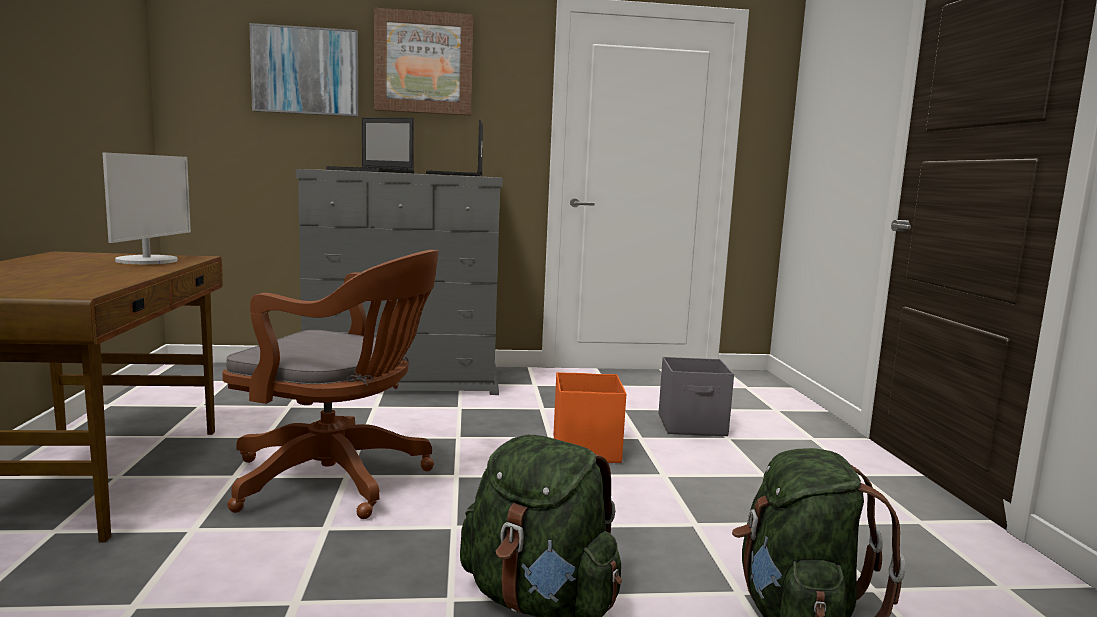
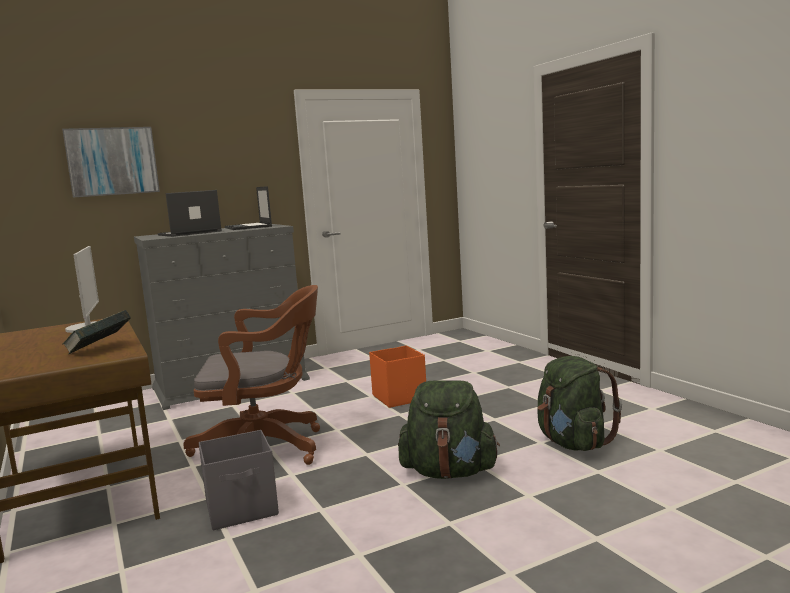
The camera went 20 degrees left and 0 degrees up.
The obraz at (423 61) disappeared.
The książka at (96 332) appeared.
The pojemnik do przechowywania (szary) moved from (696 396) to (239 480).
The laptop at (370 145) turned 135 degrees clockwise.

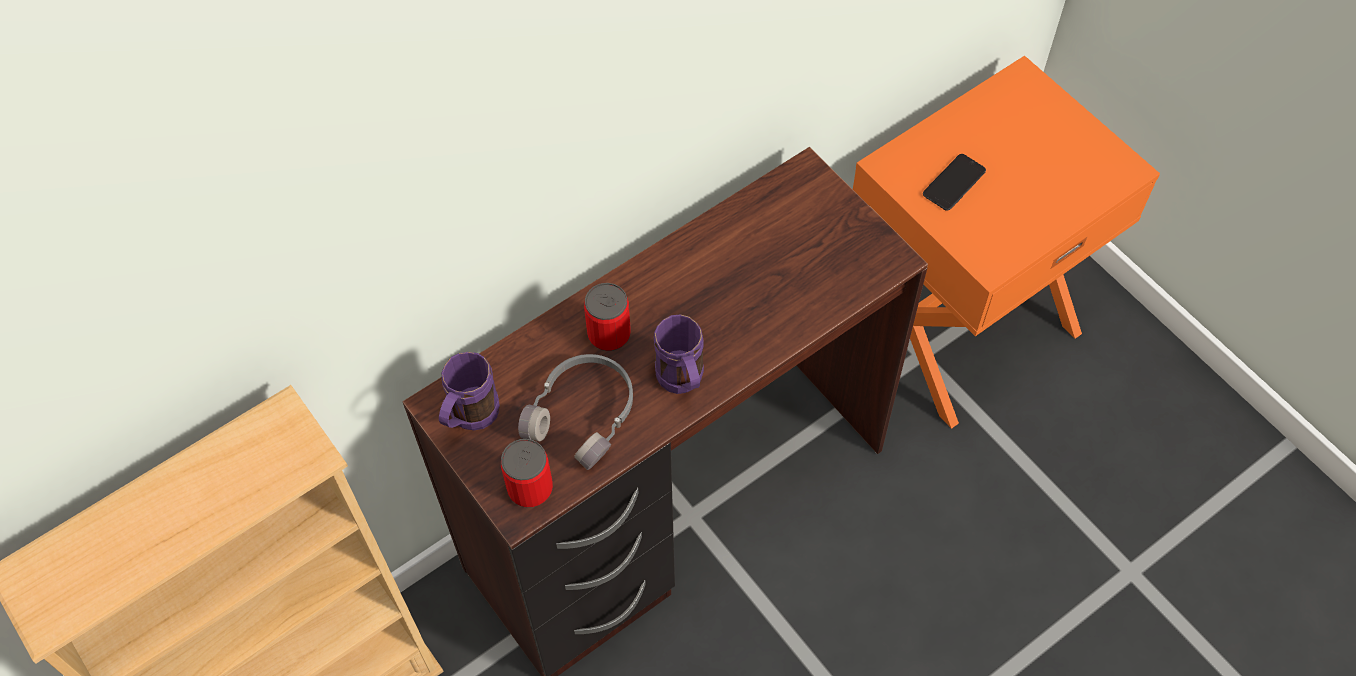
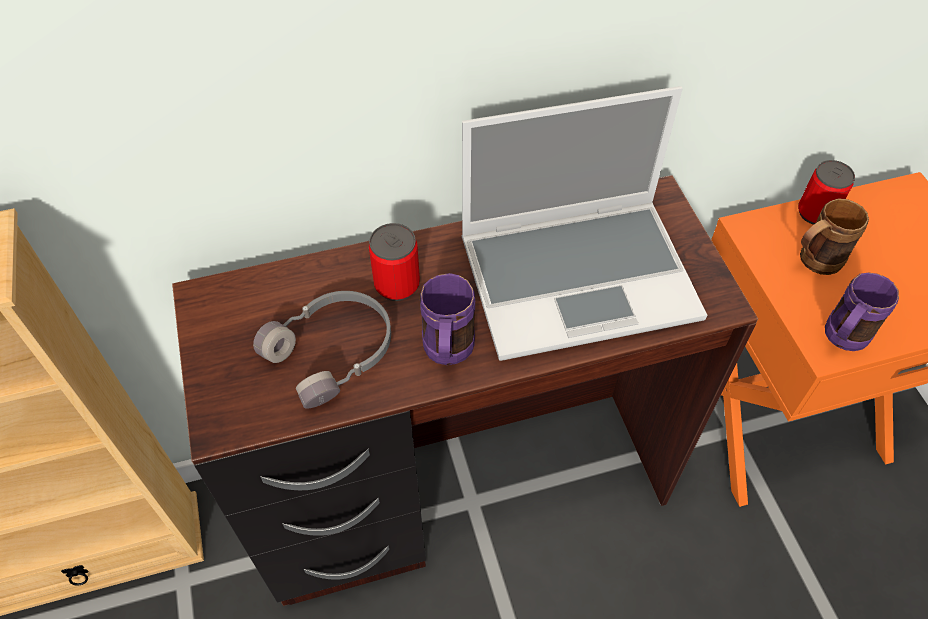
The camera went 20 degrees right and 5 degrees down.
The laptop at (584 223) appeared.
The kubek (fioletowy) moved from (469 391) to (862 312).
The puszka moved from (527 473) to (826 192).
The telefon at (954 182) was replaced by the kubek (brązowy) at (834 236).

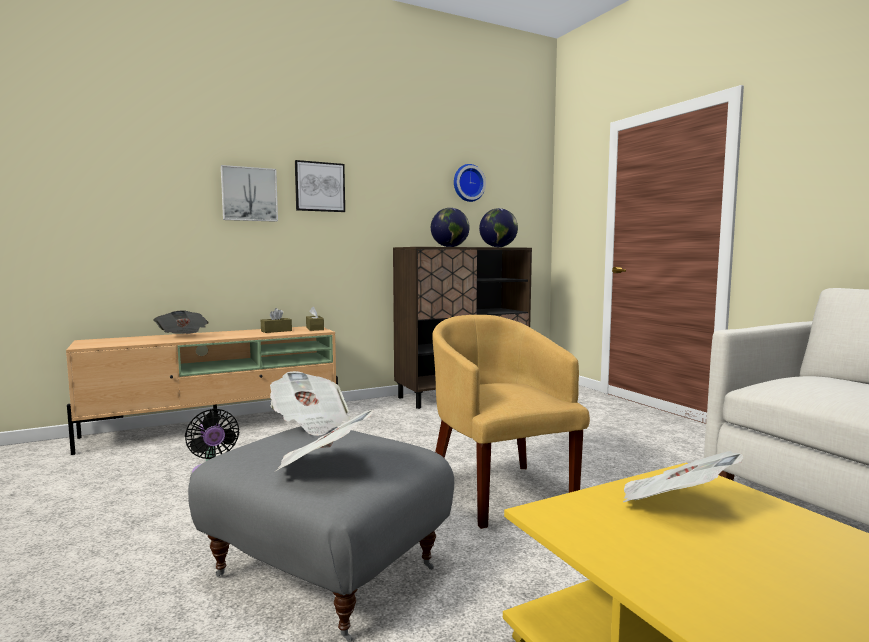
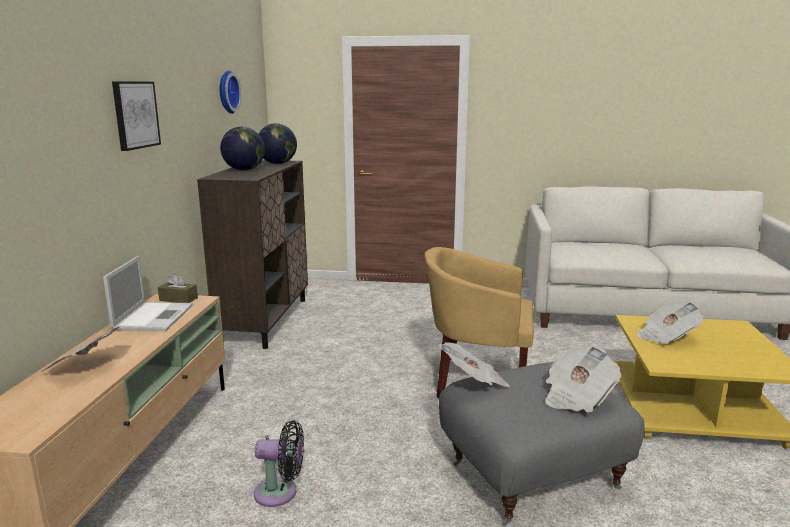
The camera went 55 degrees left and 10 degrees up.
The obraz at (249 193) disappeared.
The pudełko chusteczek (brązowy) at (276 320) was replaced by the laptop at (148 293).

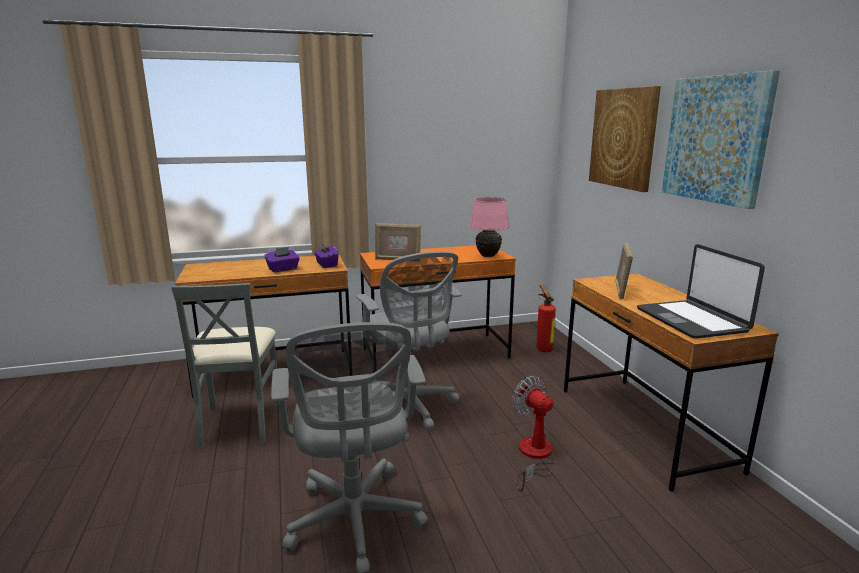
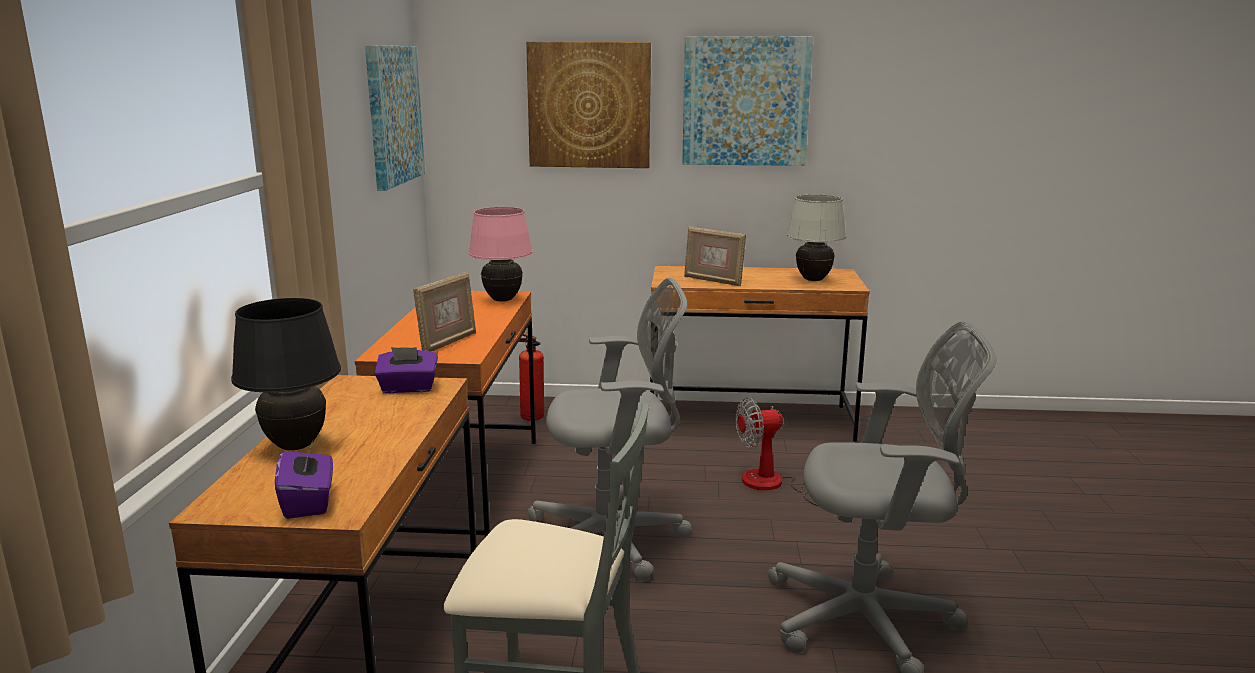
The camera went 70 degrees left and 0 degrees up.
The lampa stołowa (czarny) at (286 374) appeared.
The obraz at (395 118) appeared.
The pudełko chusteczek (fioletowy) moved from (282 259) to (304 479).
The laptop at (701 291) was replaced by the lampa stołowa (biały) at (816 238).

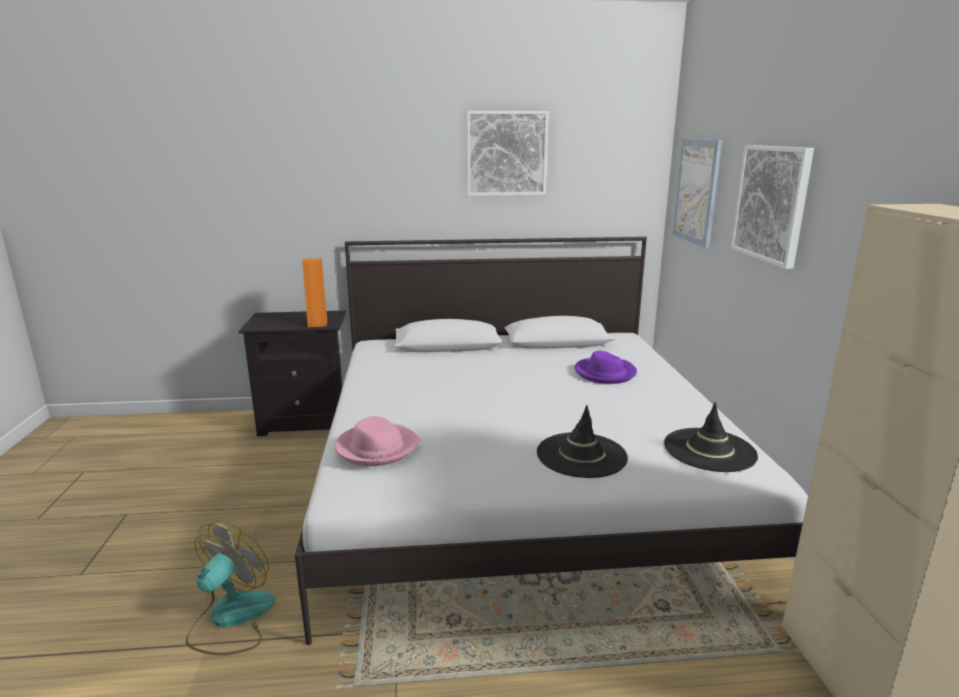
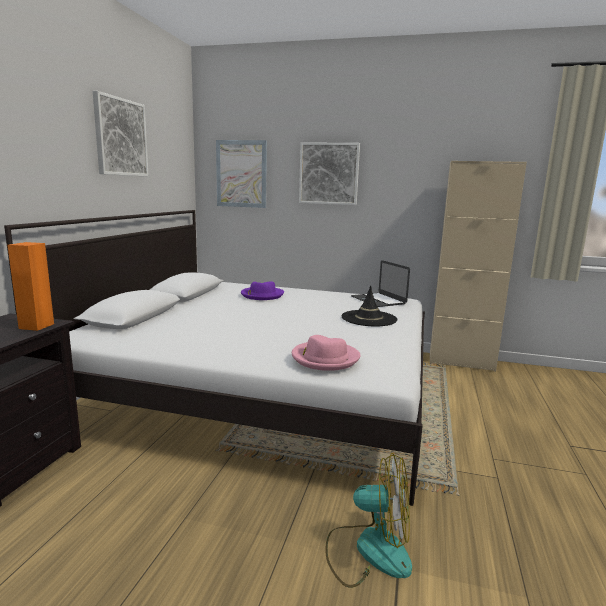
The camera went 70 degrees left and 5 degrees down.
The kapelusz (czarny) at (711 437) was replaced by the laptop at (380 283).
The wentylator at (230 588) turned 150 degrees clockwise.

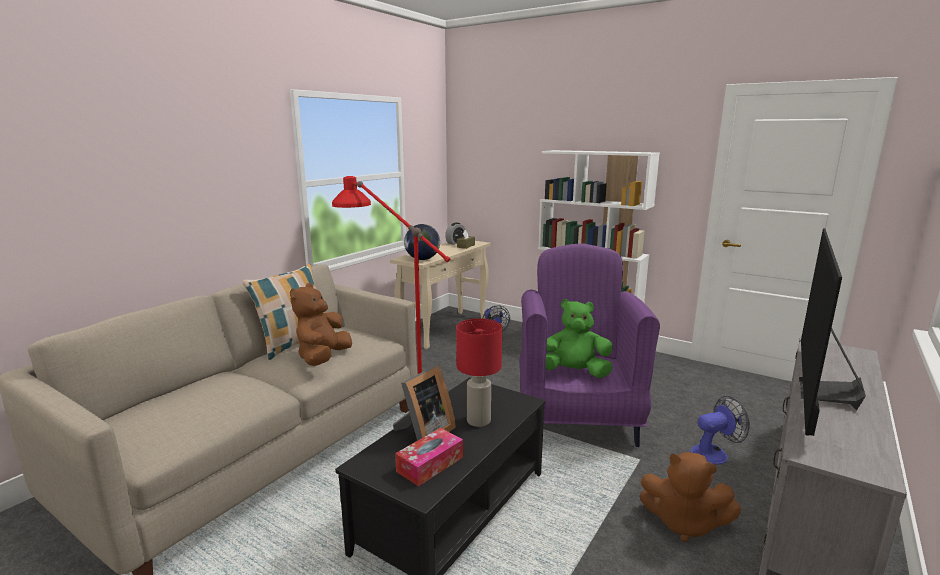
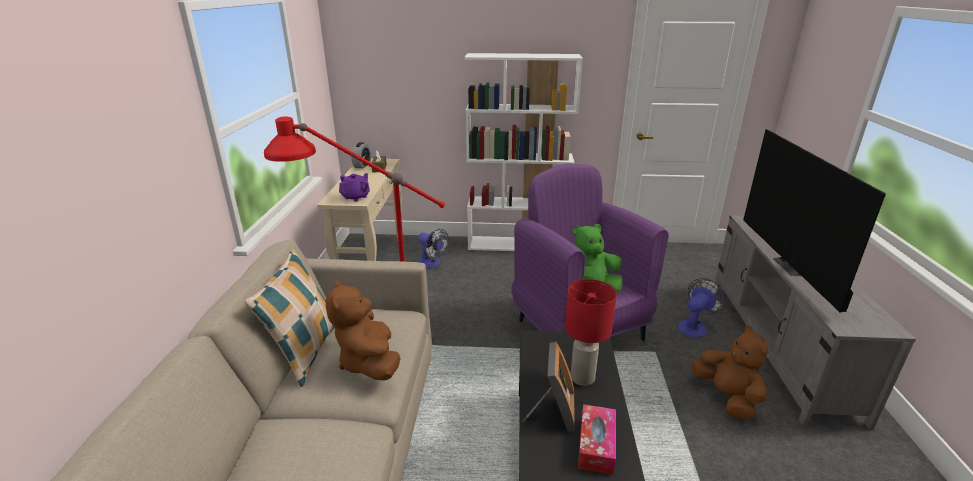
The camera went 30 degrees left and 10 degrees up.
The globus at (422 242) was replaced by the imbryk (fioletowy) at (354 187).
The pluszak (brązowy) at (690 497) turned 105 degrees counterclockwise.

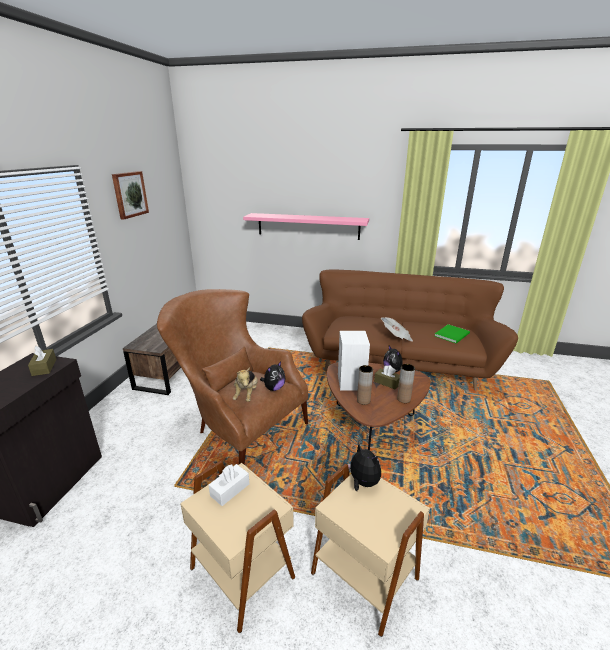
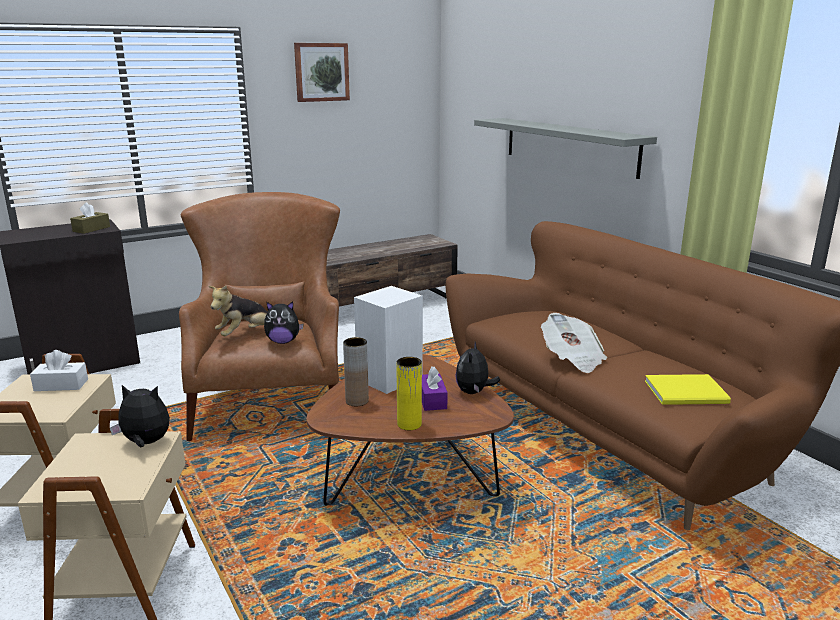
The camera went 45 degrees right and 5 degrees down.
The półka (różowy) at (306 226) became the półka (szary) at (565 148).
The pudełko chusteczek (brązowy) at (387 377) became the pudełko chusteczek (fioletowy) at (435 388).
The wazon (brązowy) at (406 383) became the wazon (żółty) at (409 393).
The książka (zielony) at (452 333) became the książka (żółty) at (688 389).
The pluszak at (364 467) turned 90 degrees counterclockwise.

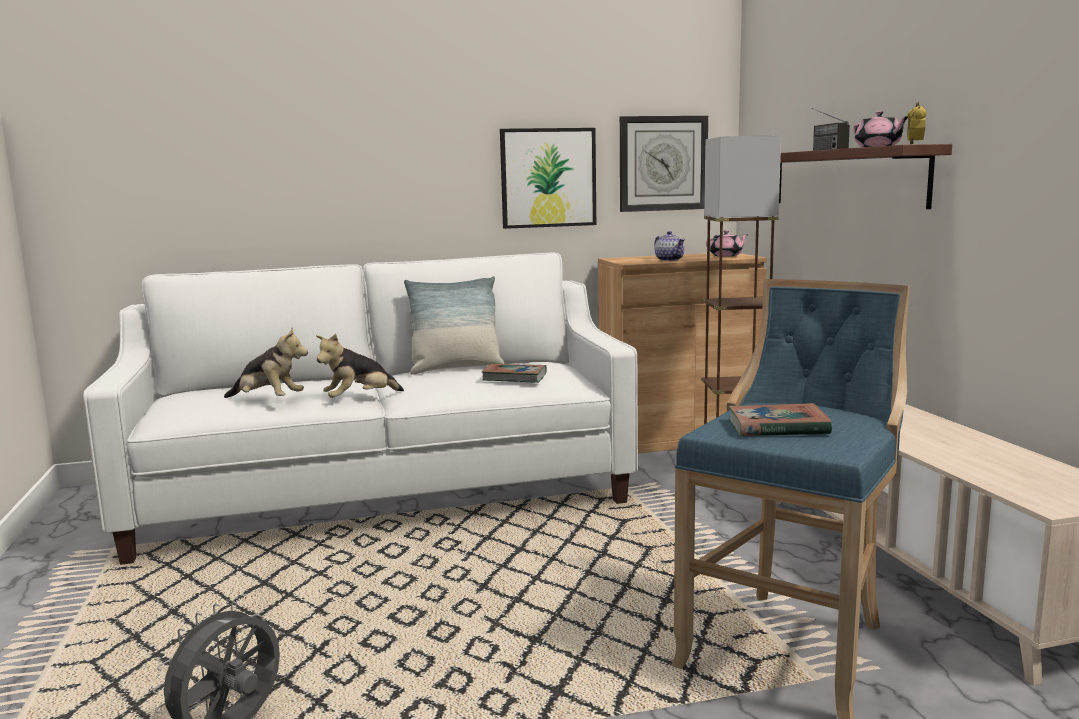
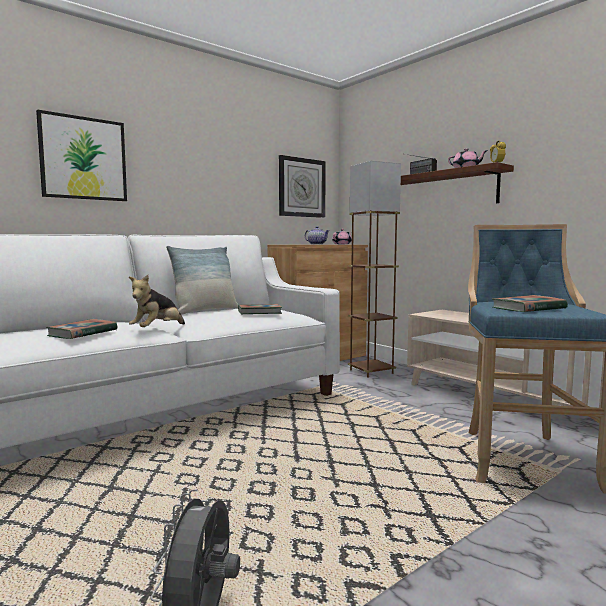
The camera went 25 degrees left and 5 degrees down.
The obraz moved from (548 178) to (81 155).
The pluszak at (266 362) was replaced by the książka at (82 329).

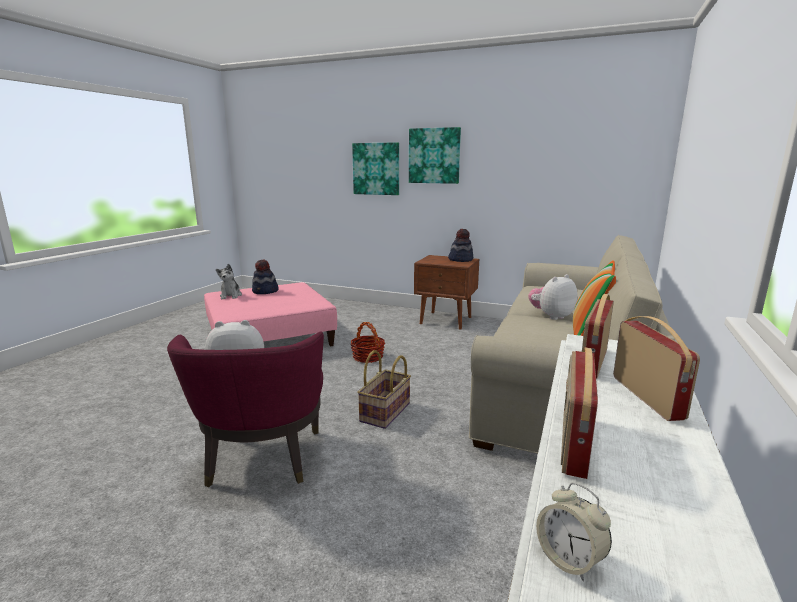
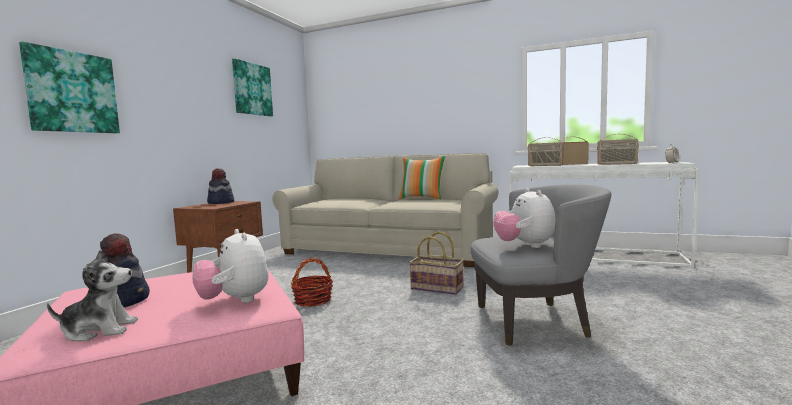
The camera went 90 degrees left and 10 degrees down.
The obraz moved from (435 155) to (252 87).
The pluszak moved from (552 297) to (230 266).
The fotel (fioletowy) at (245 409) became the fotel (szary) at (540 264).

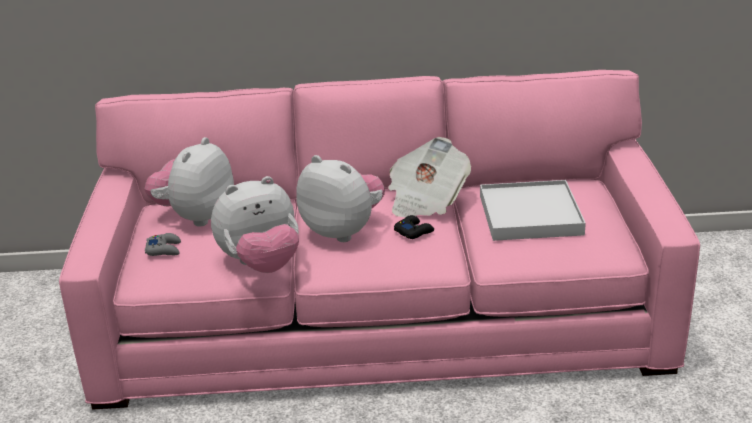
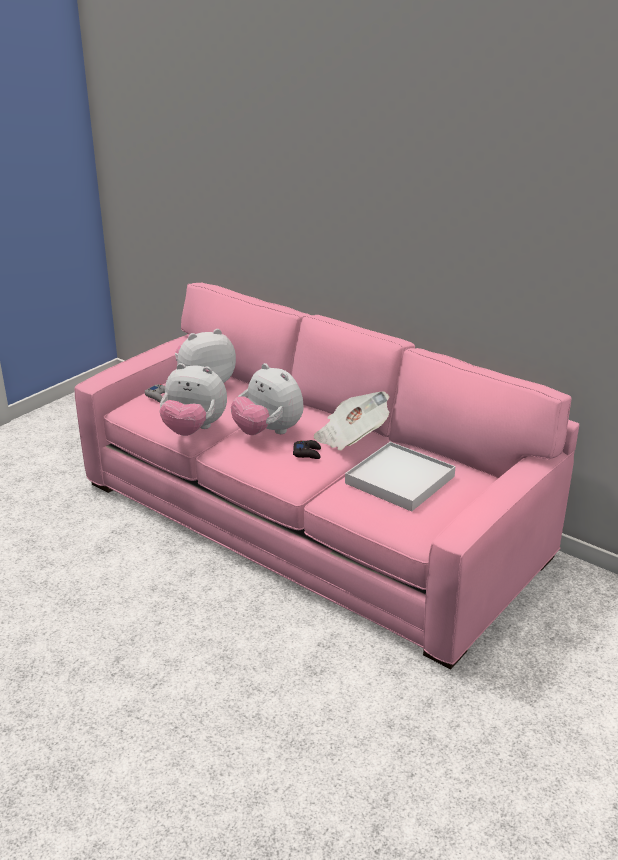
The camera went 40 degrees right and 0 degrees up.
The pluszak at (340 198) turned 150 degrees clockwise.

